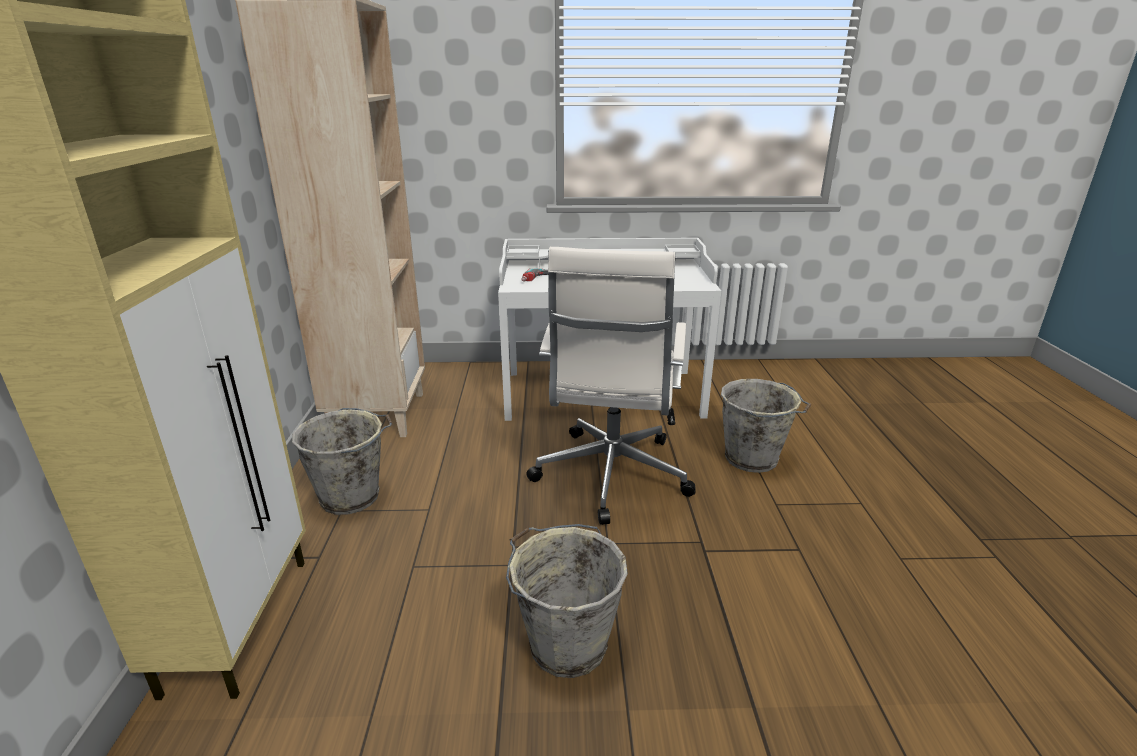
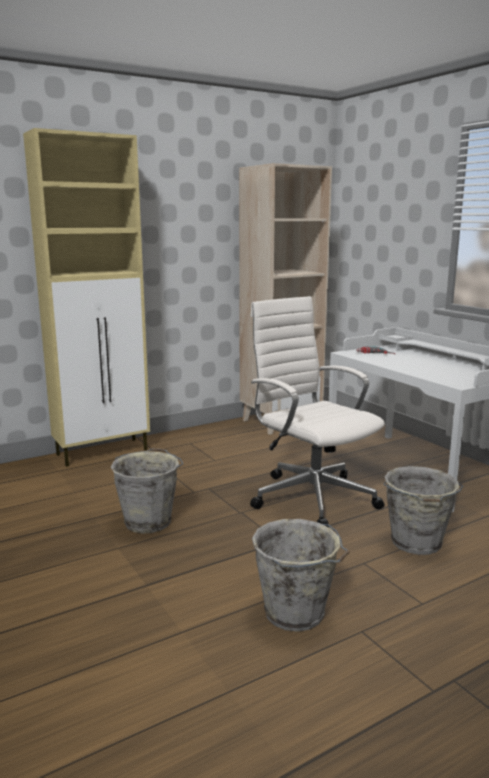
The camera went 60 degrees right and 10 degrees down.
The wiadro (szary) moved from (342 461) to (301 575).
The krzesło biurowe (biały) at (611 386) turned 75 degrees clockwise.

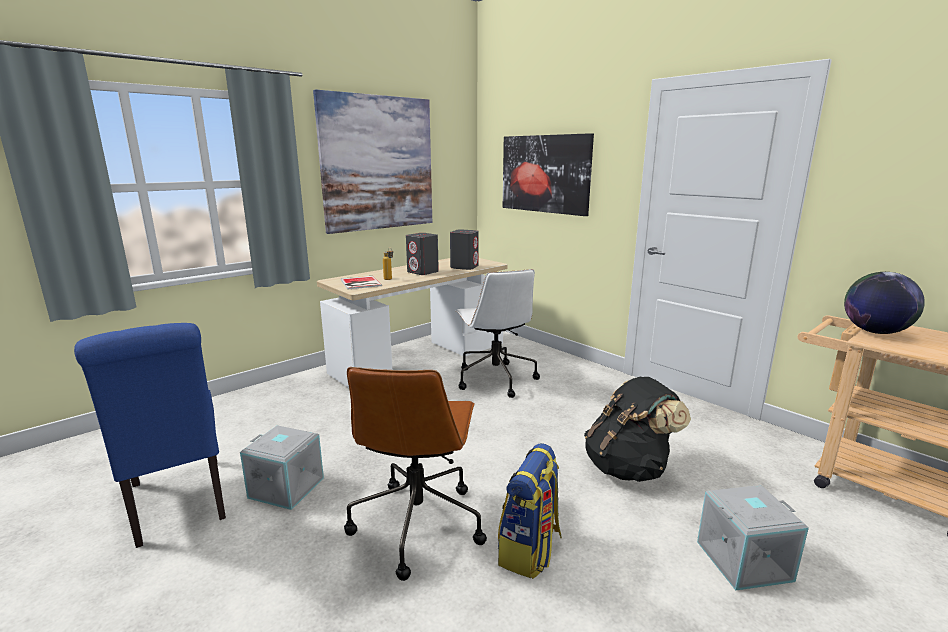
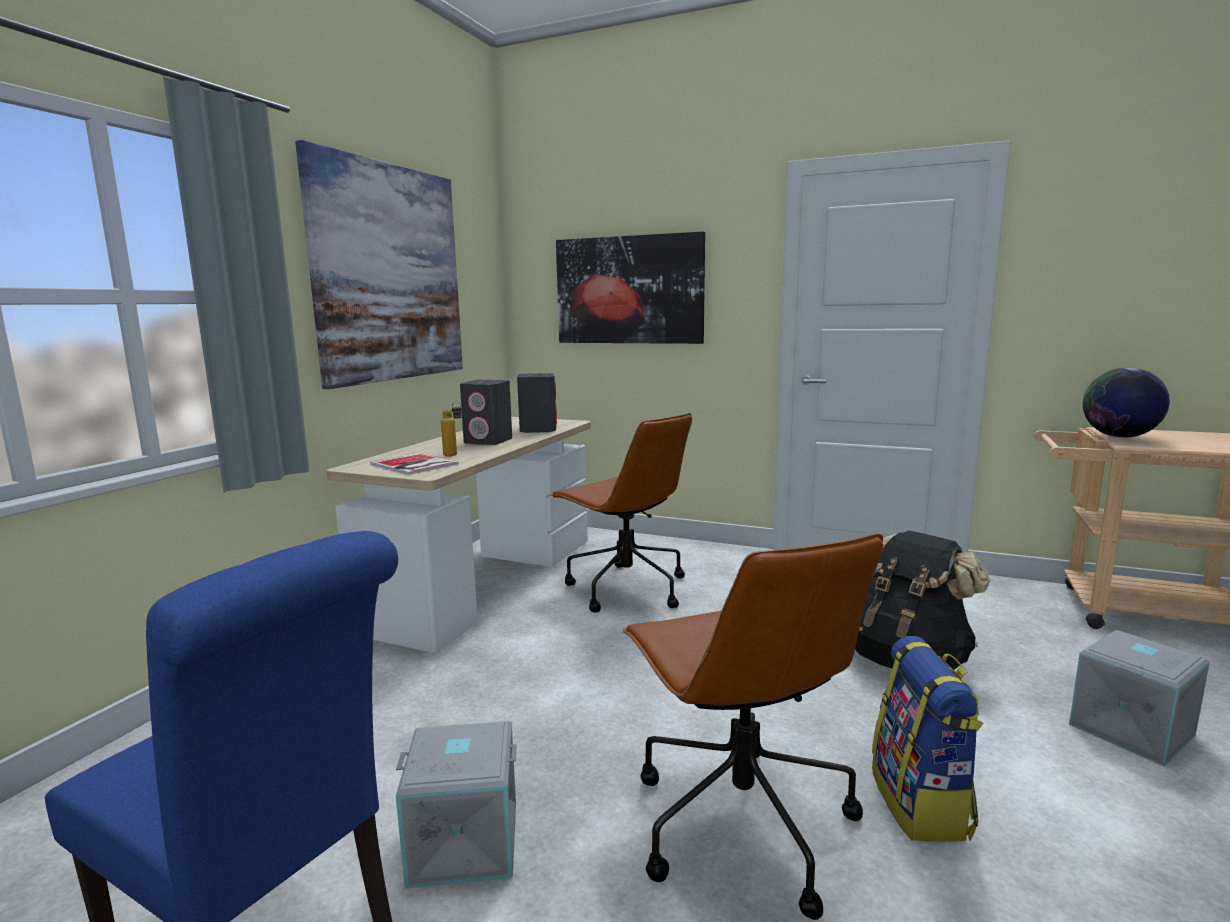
The camera went 25 degrees left and 5 degrees down.
The krzesło biurowe (biały) at (497 333) became the krzesło biurowe (brązowy) at (621 512).

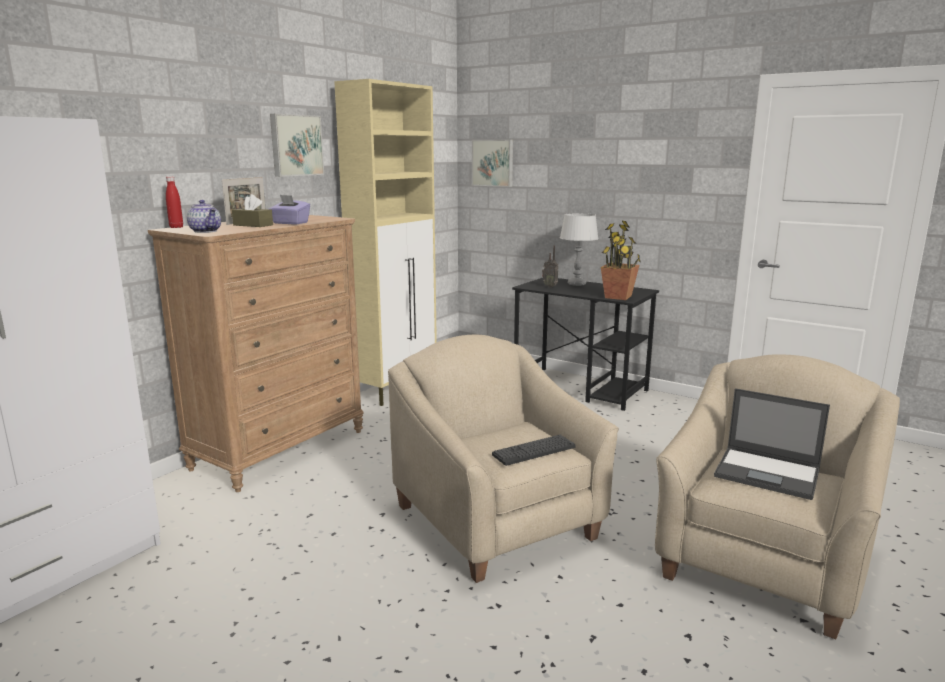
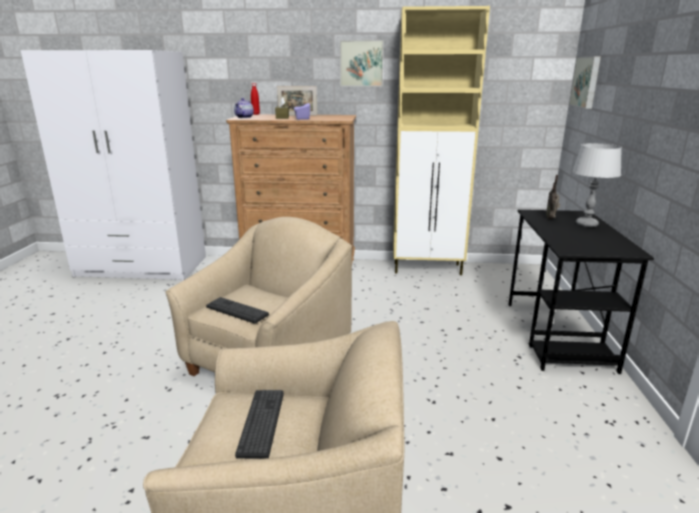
The camera went 60 degrees right and 5 degrees up.
The roślina doniczkowa at (621 260) disappeared.
The laptop at (772 444) was replaced by the klawiatura at (259 424).

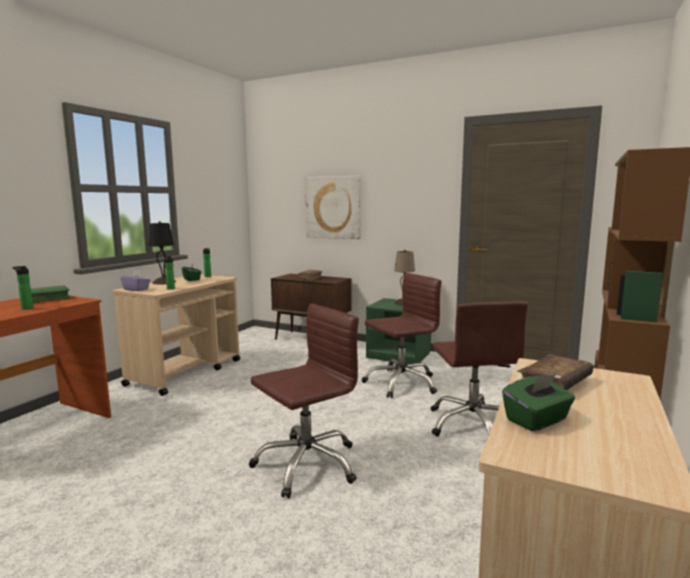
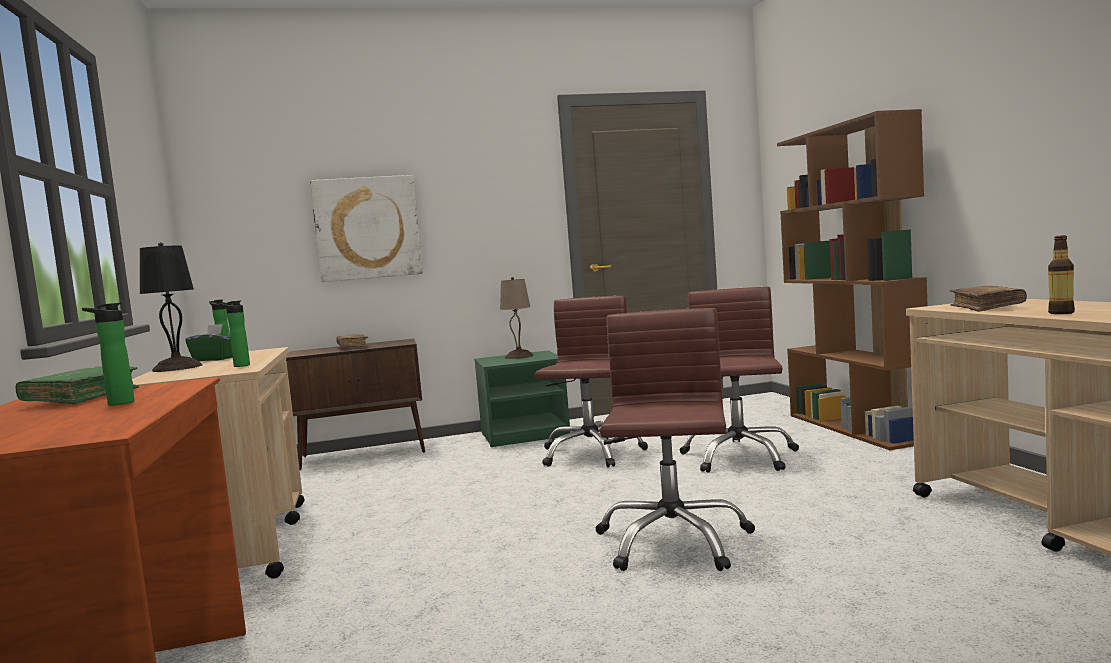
The camera went 40 degrees left and 5 degrees down.
The pudełko chusteczek (fioletowy) at (135 280) disappeared.
The pudełko chusteczek (zielony) at (538 403) was replaced by the butelka at (1061 274).
The krzesło biurowe (brązowy) at (479 369) turned 120 degrees counterclockwise.

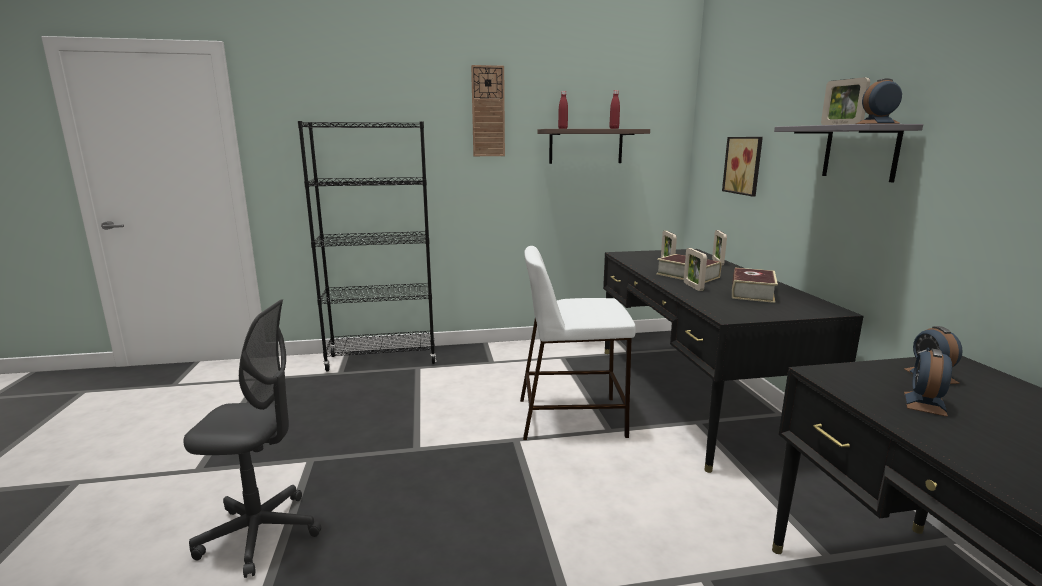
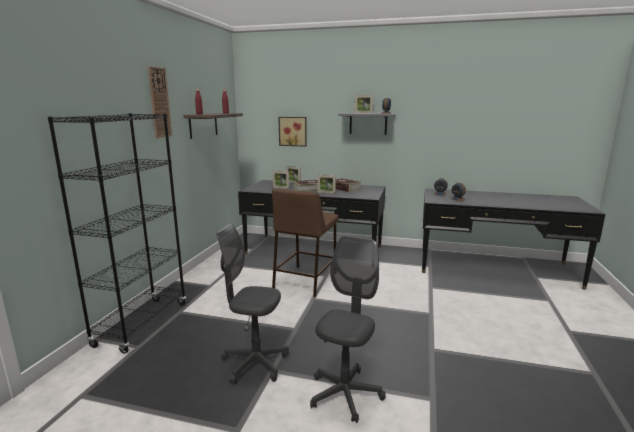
The camera went 65 degrees left and 0 degrees up.
The krzesło biurowe (szary) at (252 304) appeared.
The stołek (biały) at (578 343) became the stołek (brązowy) at (305 243).

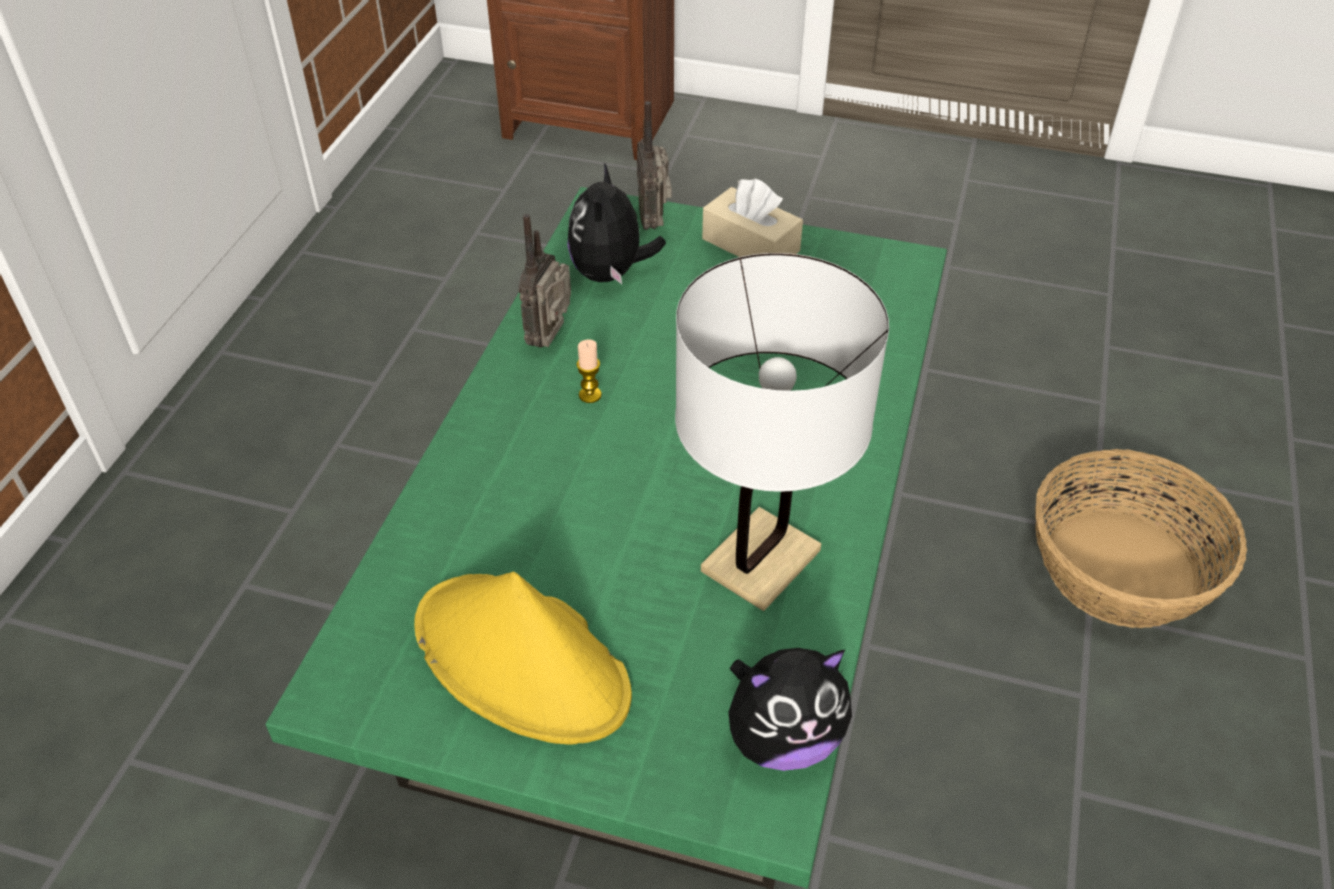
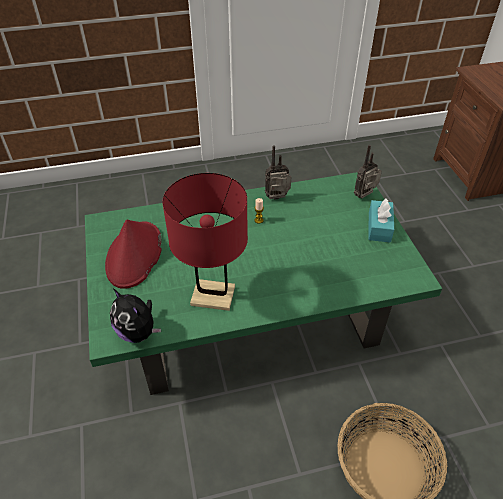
The camera went 60 degrees right and 0 degrees up.
The pluszak at (616 223) disappeared.
The kapelusz (żółty) at (523 658) became the kapelusz (czerwony) at (133 254).
The lampa stołowa (biały) at (782 432) became the lampa stołowa (czerwony) at (205 242).
The pudełko chusteczek (beżowy) at (752 218) became the pudełko chusteczek (turkusowy) at (381 221).

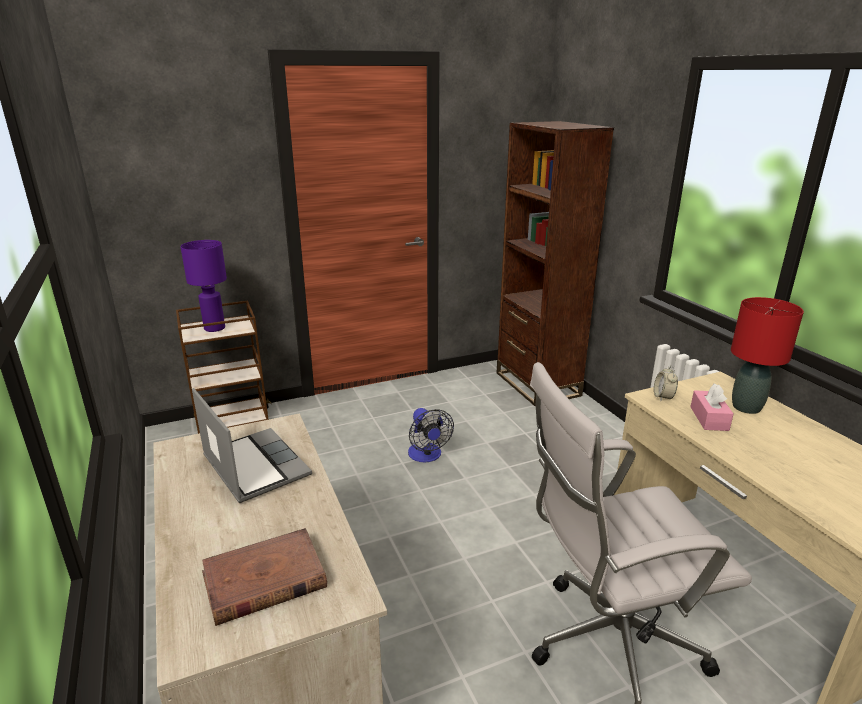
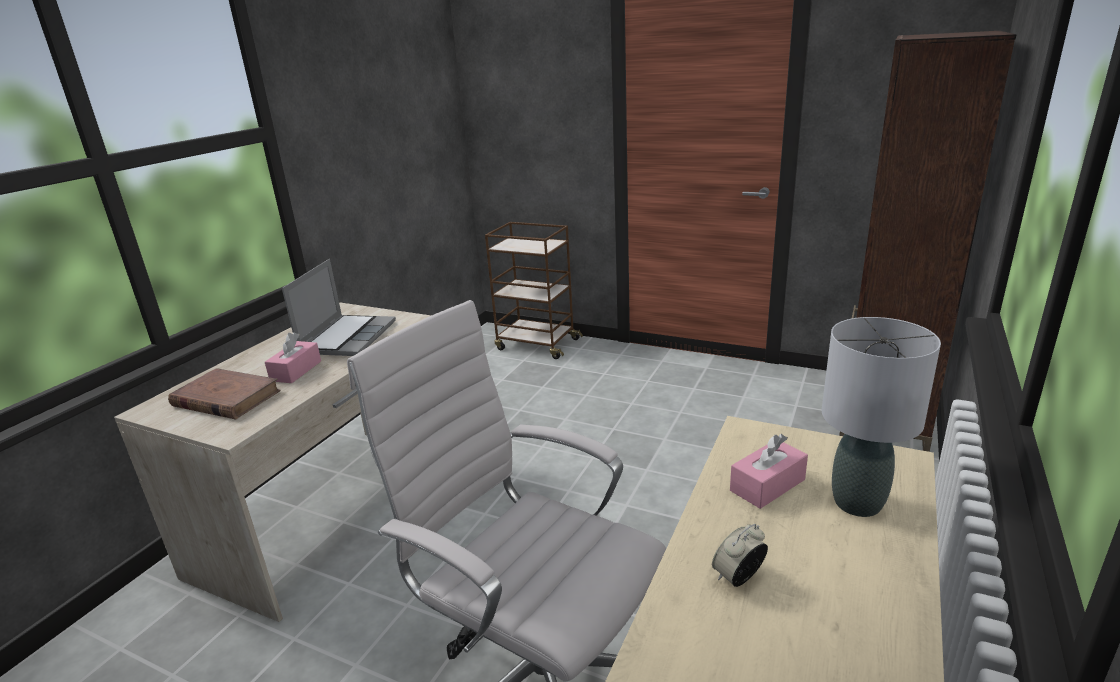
The camera went 50 degrees right and 0 degrees up.
The lampa stołowa (fioletowy) at (203 286) disappeared.
The wentylator at (431 435) disappeared.
The pudełko chusteczek (różowy) at (293 357) appeared.
The budzik moved from (666 382) to (740 555).
The lampa stołowa (czerwony) at (767 355) became the lampa stołowa (szary) at (881 417).

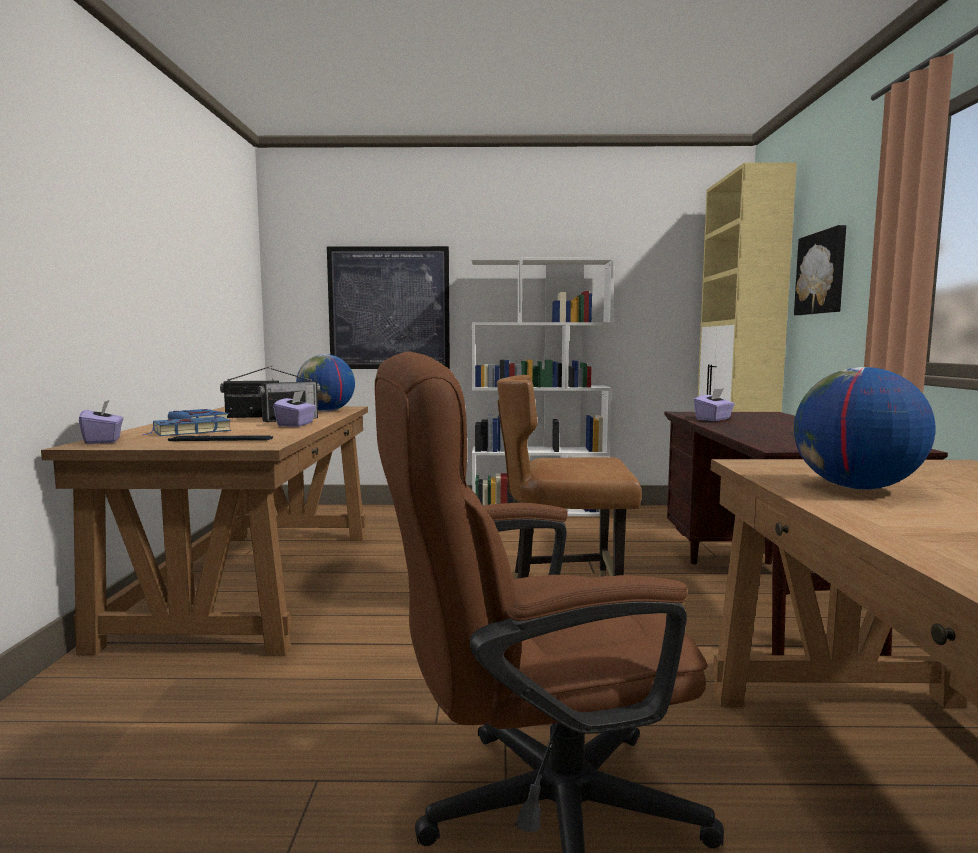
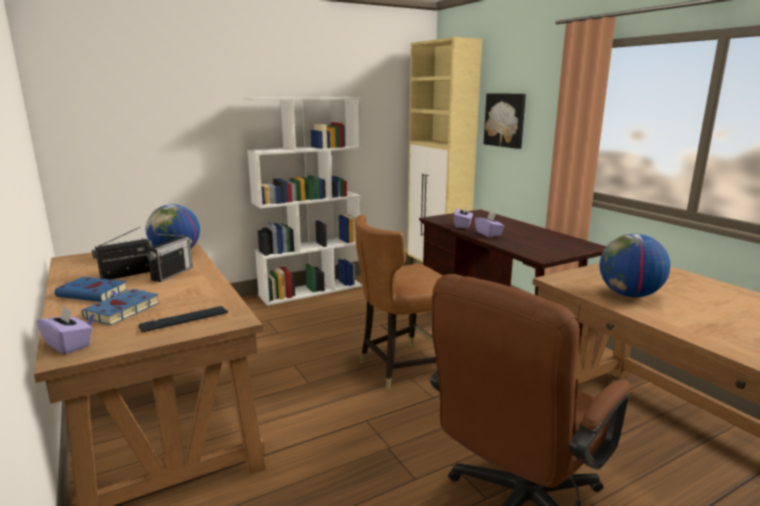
The camera went 30 degrees left and 10 degrees up.
The obraz at (388 307) disappeared.
The pudełko chusteczek (fioletowy) moved from (294 409) to (489 224).

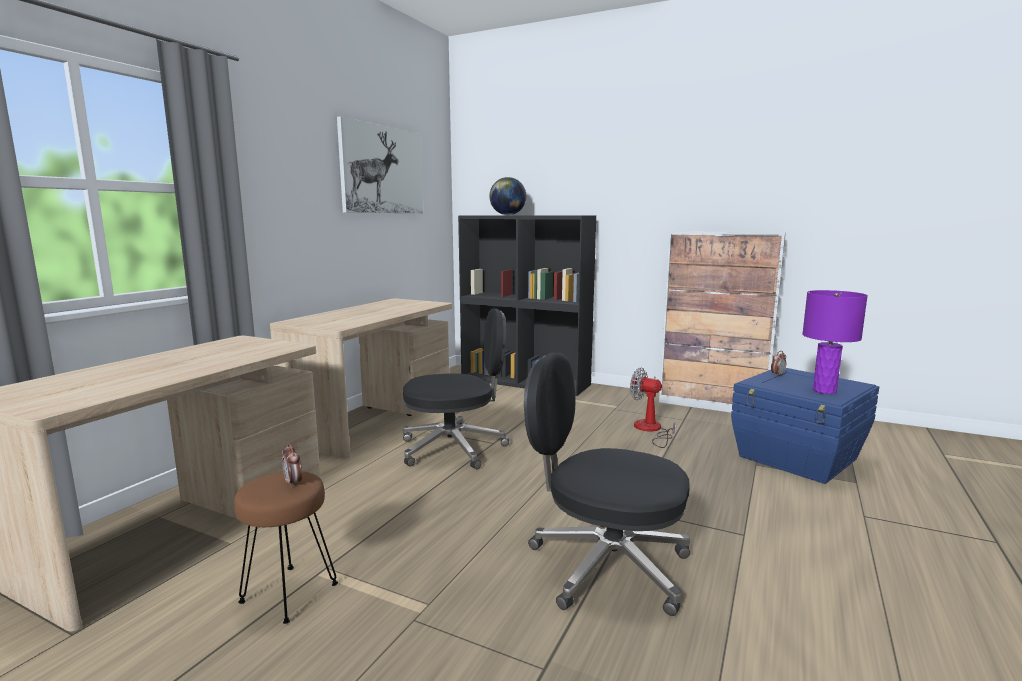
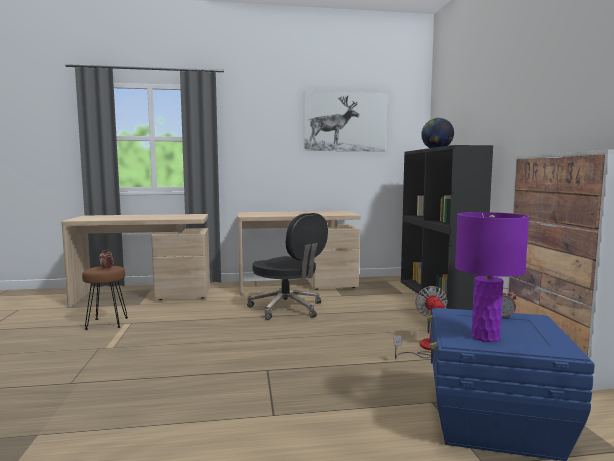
The camera went 55 degrees right and 5 degrees down.
The krzesło biurowe (czarny) at (607 484) disappeared.

